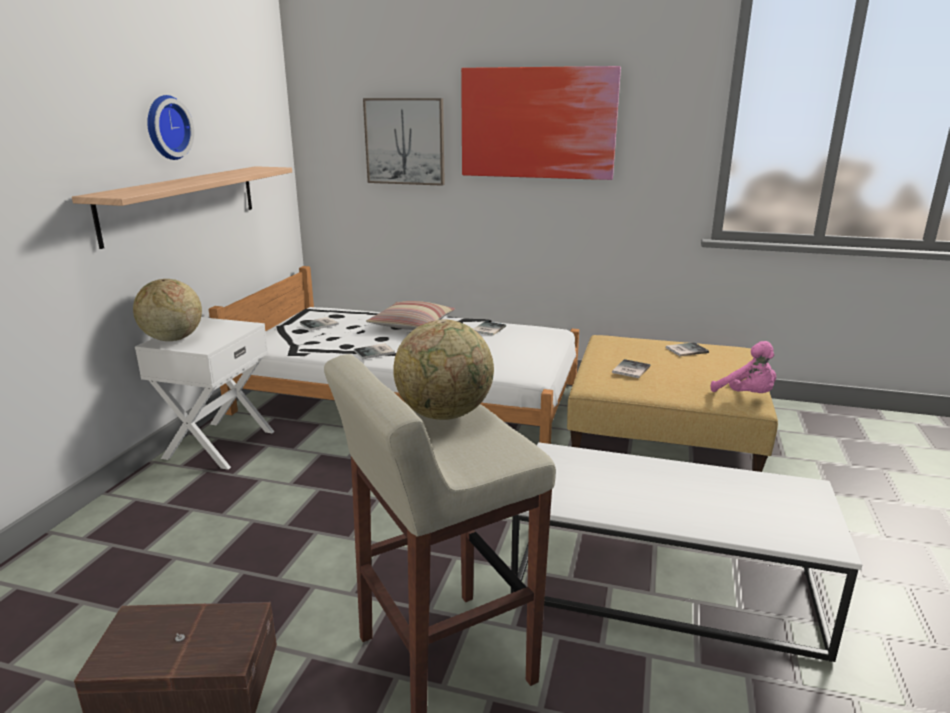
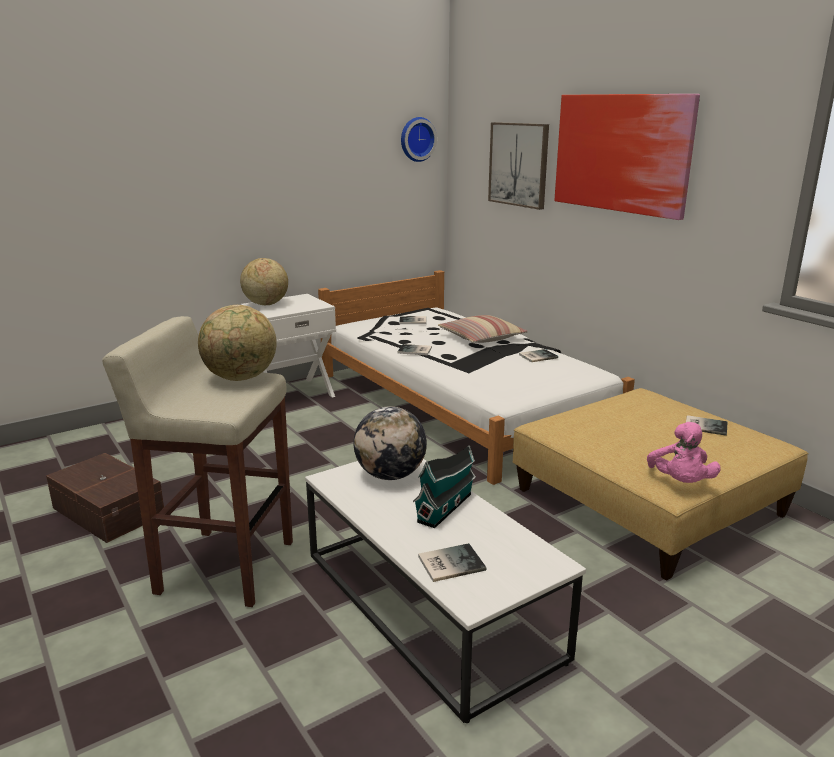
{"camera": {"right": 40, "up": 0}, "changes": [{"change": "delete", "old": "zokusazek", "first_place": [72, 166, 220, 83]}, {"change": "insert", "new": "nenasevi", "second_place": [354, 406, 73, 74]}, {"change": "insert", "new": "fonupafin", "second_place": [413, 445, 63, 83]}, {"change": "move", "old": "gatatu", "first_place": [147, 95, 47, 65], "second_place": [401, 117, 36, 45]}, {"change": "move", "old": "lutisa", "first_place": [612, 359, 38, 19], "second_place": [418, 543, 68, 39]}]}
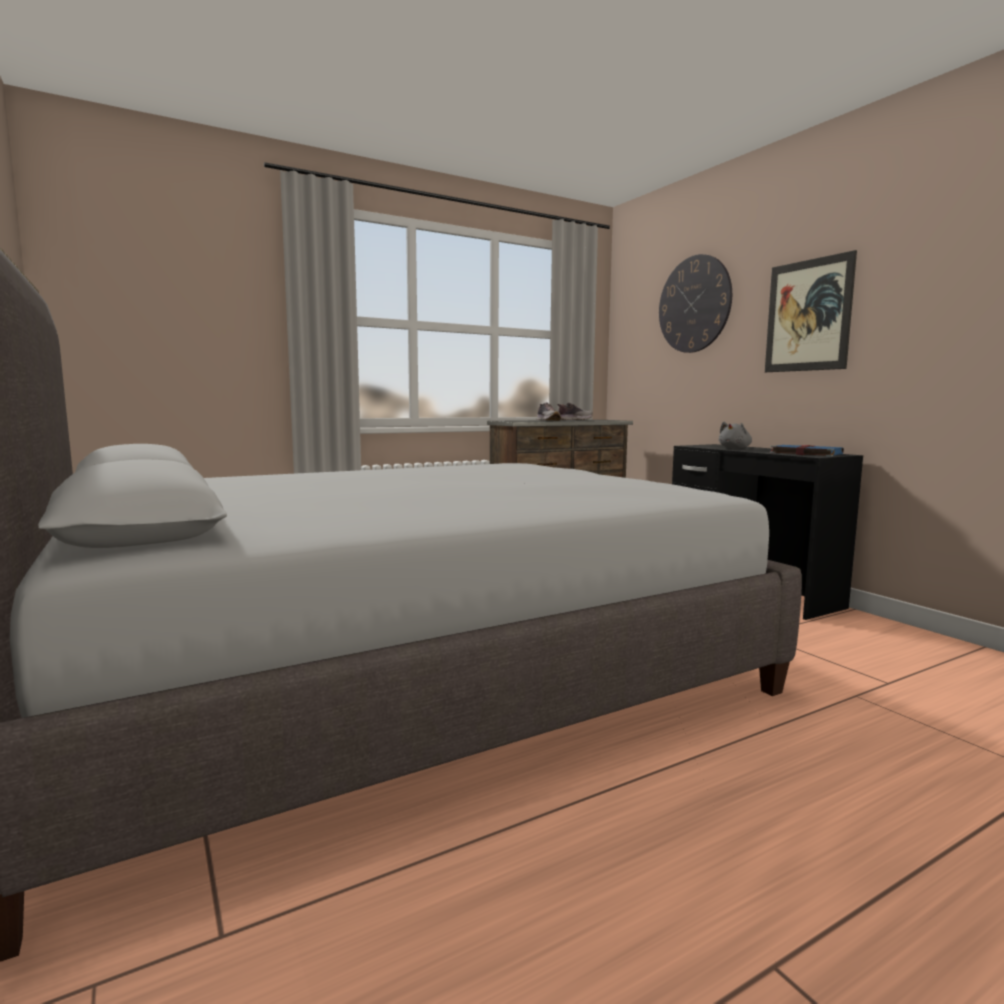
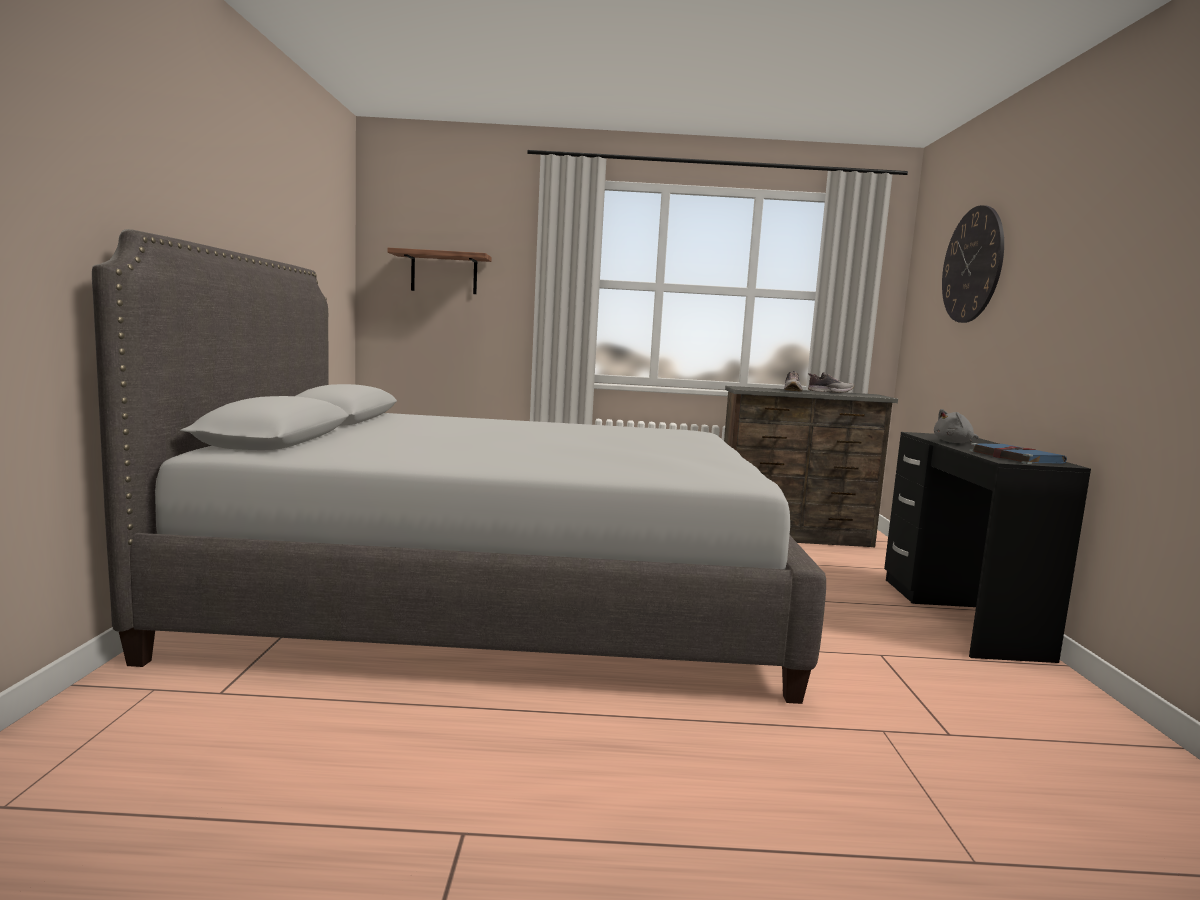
{"camera": {"right": 30, "up": 0}, "changes": [{"change": "delete", "old": "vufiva", "first_place": [765, 250, 92, 122]}, {"change": "insert", "new": "zokusazek", "second_place": [388, 248, 103, 46]}]}
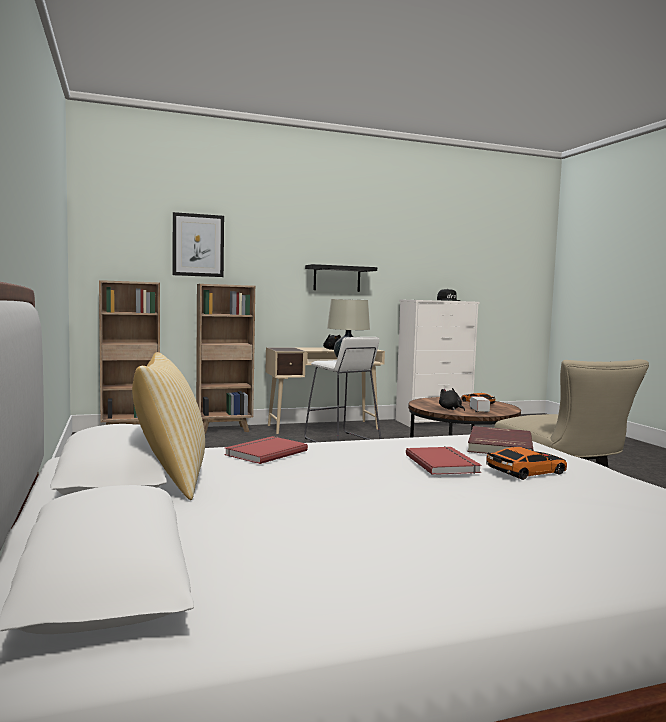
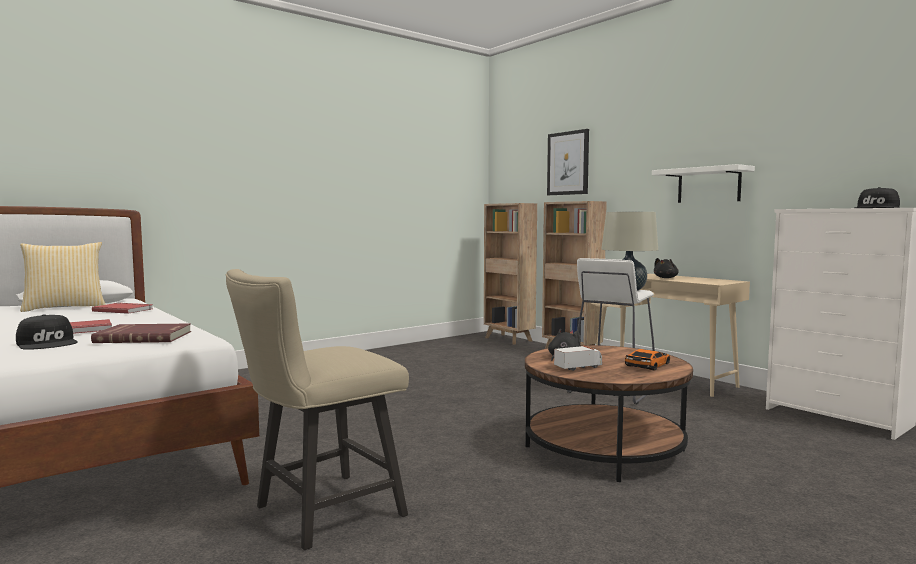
{"camera": {"right": 70, "up": 0}, "changes": [{"change": "replace", "old": "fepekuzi", "new": "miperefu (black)", "first_place": [486, 447, 81, 33], "second_place": [16, 314, 62, 36]}, {"change": "recolor", "old": "zokusazek (black)", "new": "zokusazek (white)", "first_place": [305, 264, 72, 28], "second_place": [652, 164, 103, 39]}]}
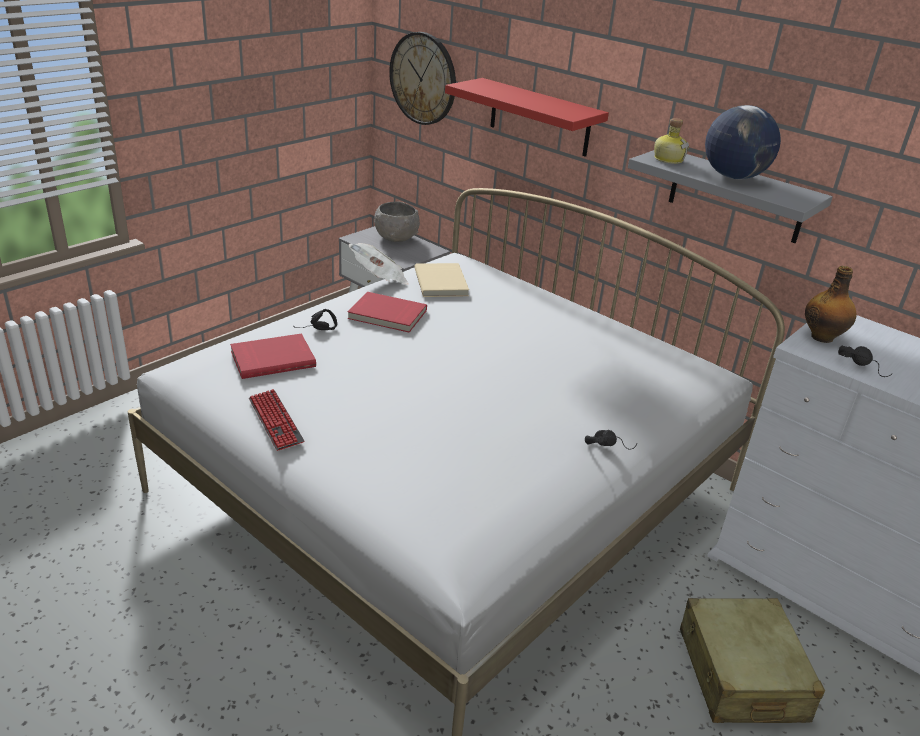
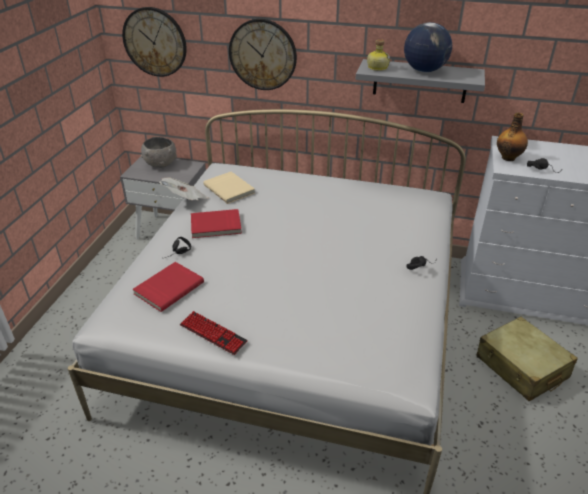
{"camera": {"right": -25, "up": 5}, "changes": [{"change": "replace", "old": "zokusazek (red)", "new": "gatatu", "first_place": [445, 78, 164, 79], "second_place": [229, 19, 68, 71]}]}
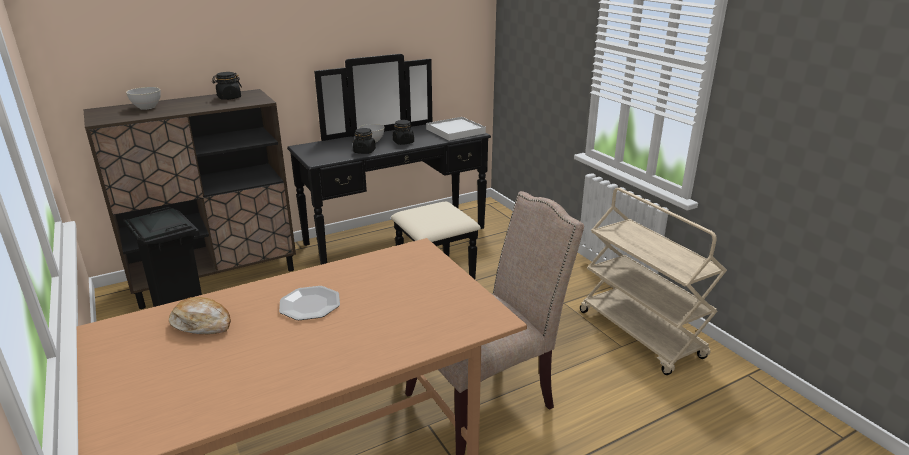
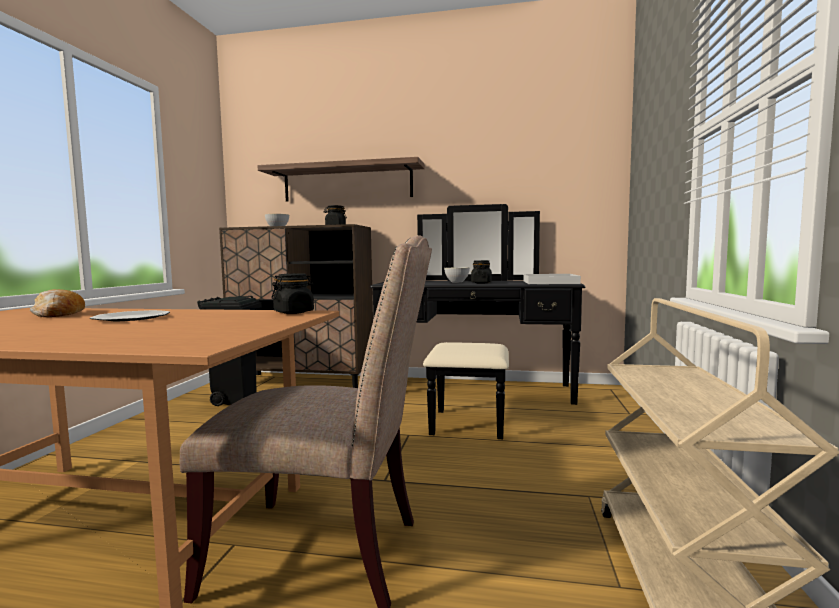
{"camera": {"right": 40, "up": -20}, "changes": [{"change": "insert", "new": "zokusazek", "second_place": [257, 157, 168, 45]}, {"change": "move", "old": "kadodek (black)", "first_place": [353, 128, 23, 26], "second_place": [271, 273, 44, 41]}]}
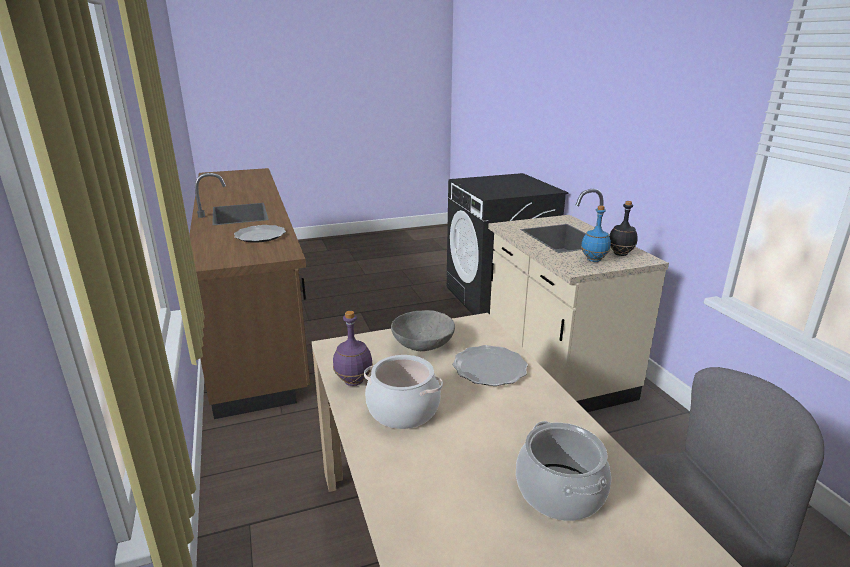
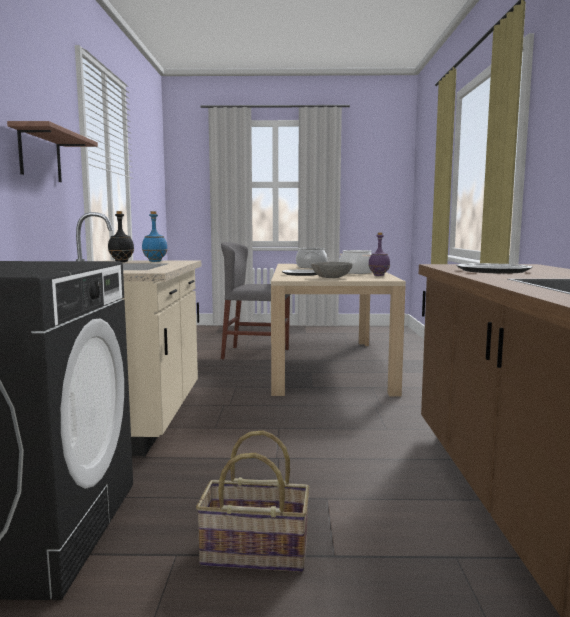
{"camera": {"right": -160, "up": -15}, "changes": [{"change": "insert", "new": "zokusazek", "second_place": [7, 121, 91, 61]}, {"change": "insert", "new": "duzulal", "second_place": [196, 430, 113, 142]}]}
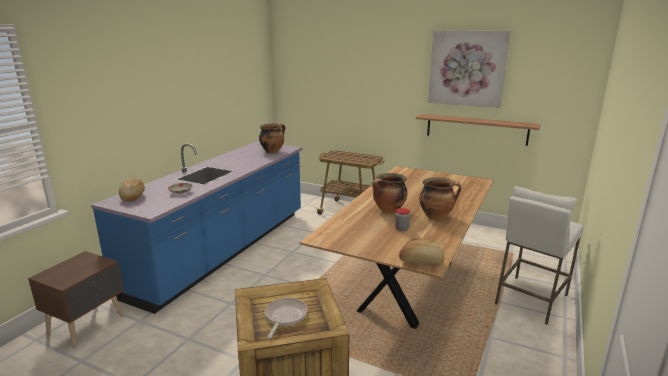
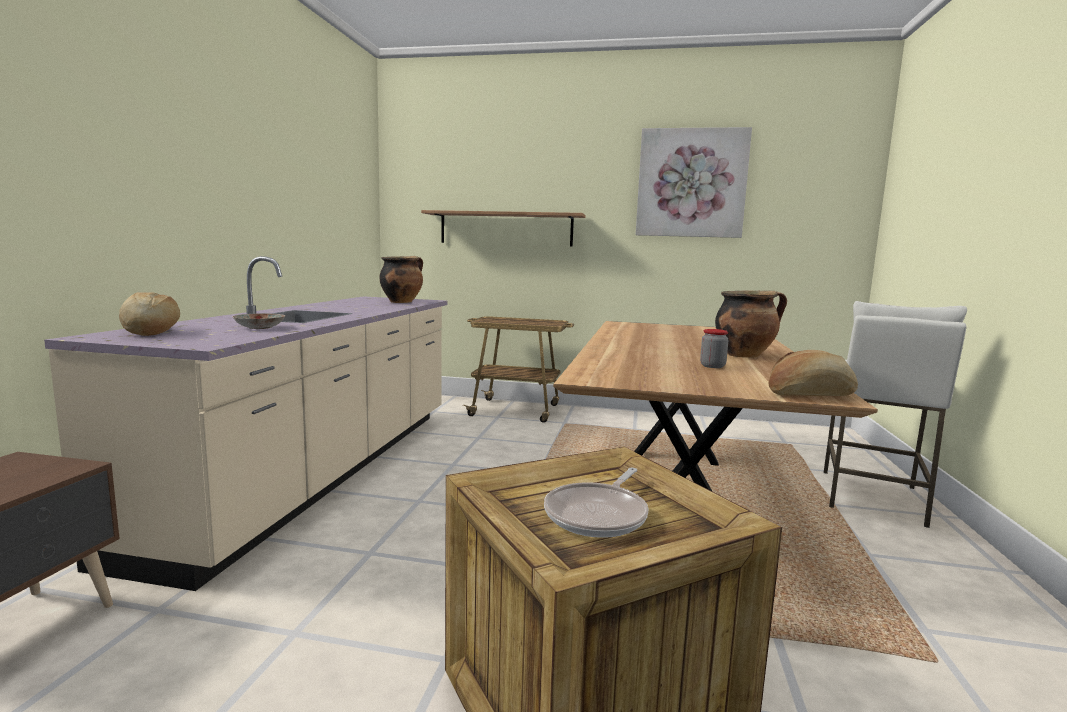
{"camera": {"right": -15, "up": -10}, "changes": [{"change": "delete", "old": "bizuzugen", "first_place": [372, 173, 35, 41]}, {"change": "move", "old": "zokusazek", "first_place": [416, 114, 125, 32], "second_place": [421, 210, 165, 36]}, {"change": "recolor", "old": "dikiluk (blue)", "new": "dikiluk (beige)", "first_place": [91, 141, 212, 173], "second_place": [44, 256, 404, 335]}, {"change": "rotate", "old": "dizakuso", "first_place": [265, 298, 42, 40], "second_place": [544, 468, 104, 70], "degrees": -150}]}
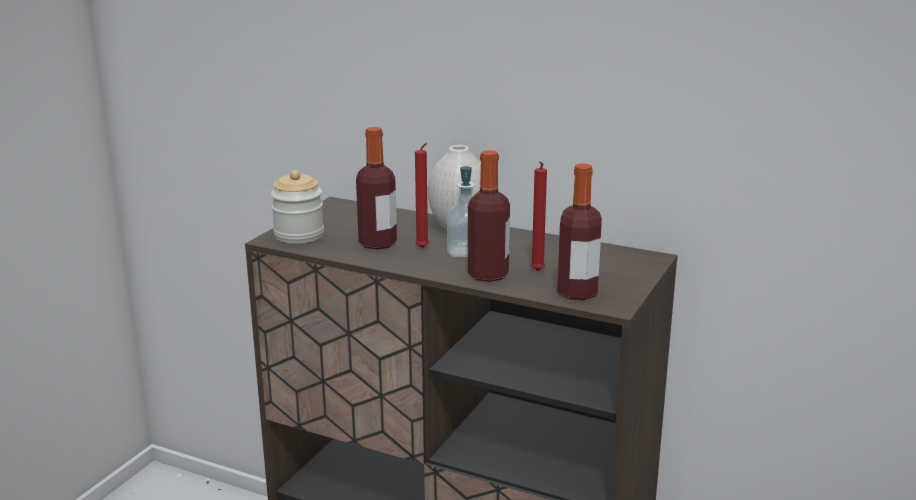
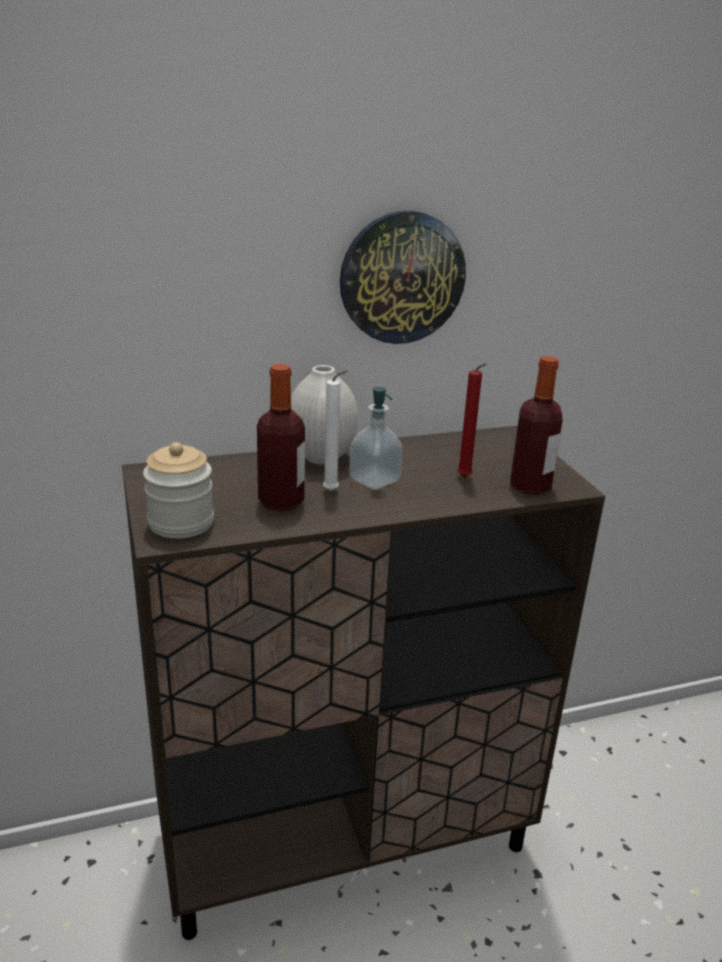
{"camera": {"right": -45, "up": 5}, "changes": [{"change": "delete", "old": "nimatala", "first_place": [468, 150, 42, 132]}, {"change": "insert", "new": "gatatu", "second_place": [340, 211, 126, 133]}, {"change": "recolor", "old": "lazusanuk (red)", "new": "lazusanuk (white)", "first_place": [415, 143, 14, 105], "second_place": [323, 370, 25, 121]}]}
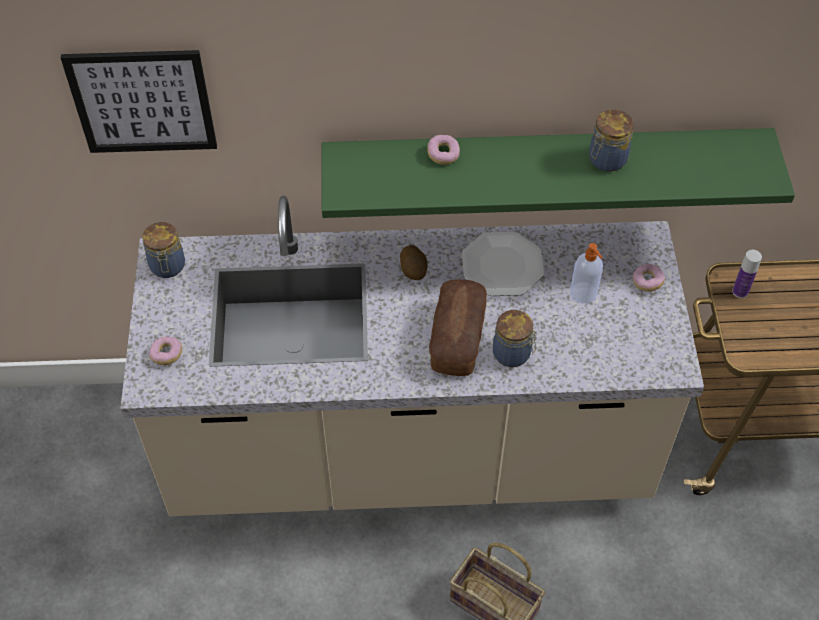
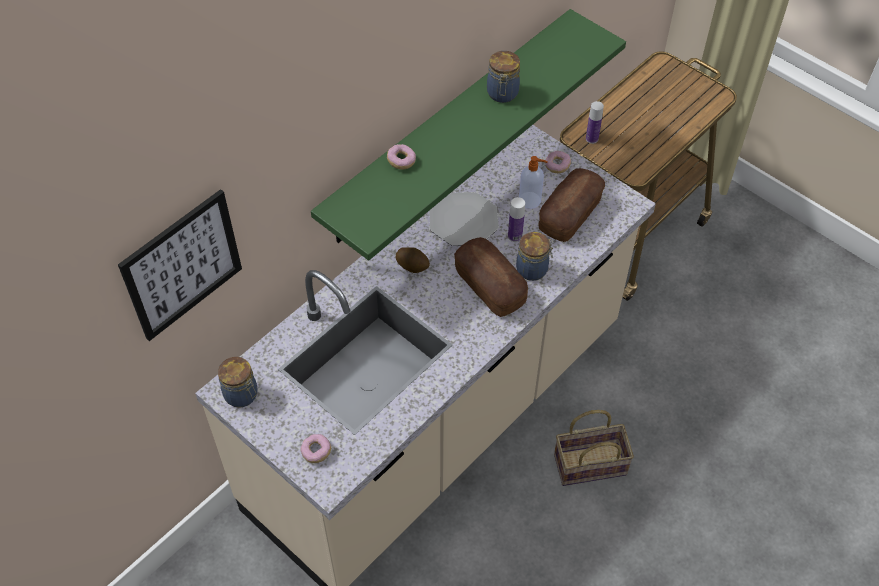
{"camera": {"right": -45, "up": 0}, "changes": [{"change": "insert", "new": "nimatala", "second_place": [508, 197, 17, 45]}, {"change": "insert", "new": "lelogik", "second_place": [539, 168, 66, 74]}]}
